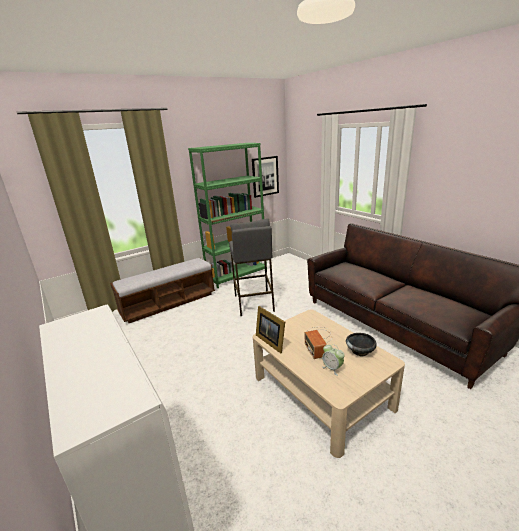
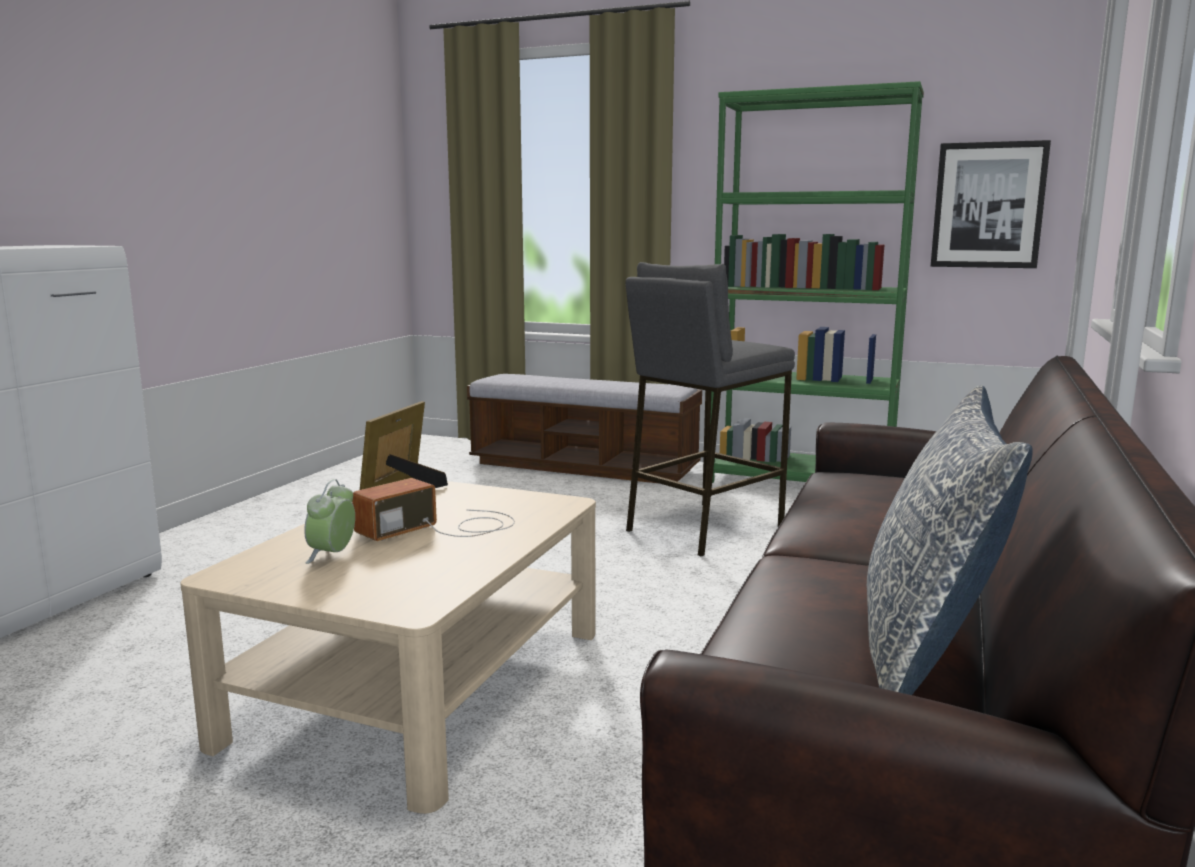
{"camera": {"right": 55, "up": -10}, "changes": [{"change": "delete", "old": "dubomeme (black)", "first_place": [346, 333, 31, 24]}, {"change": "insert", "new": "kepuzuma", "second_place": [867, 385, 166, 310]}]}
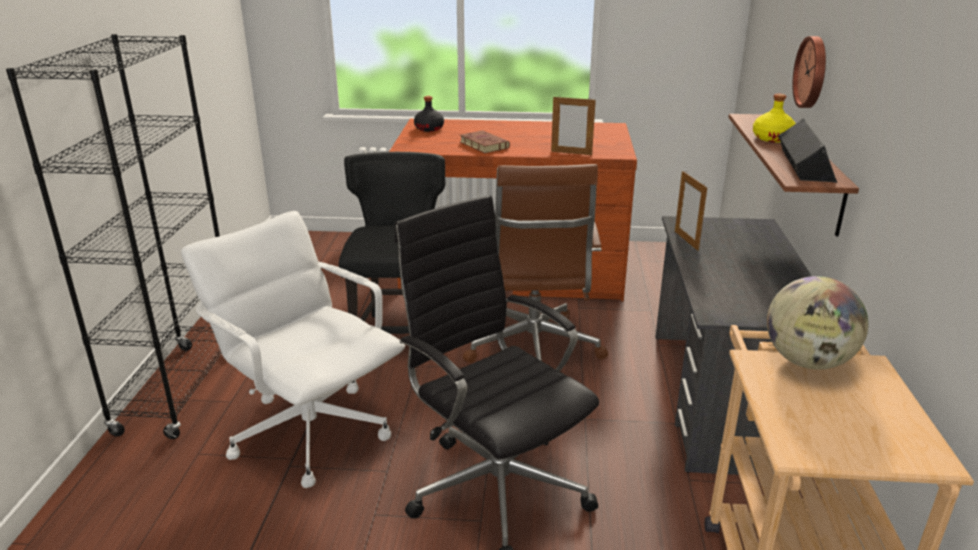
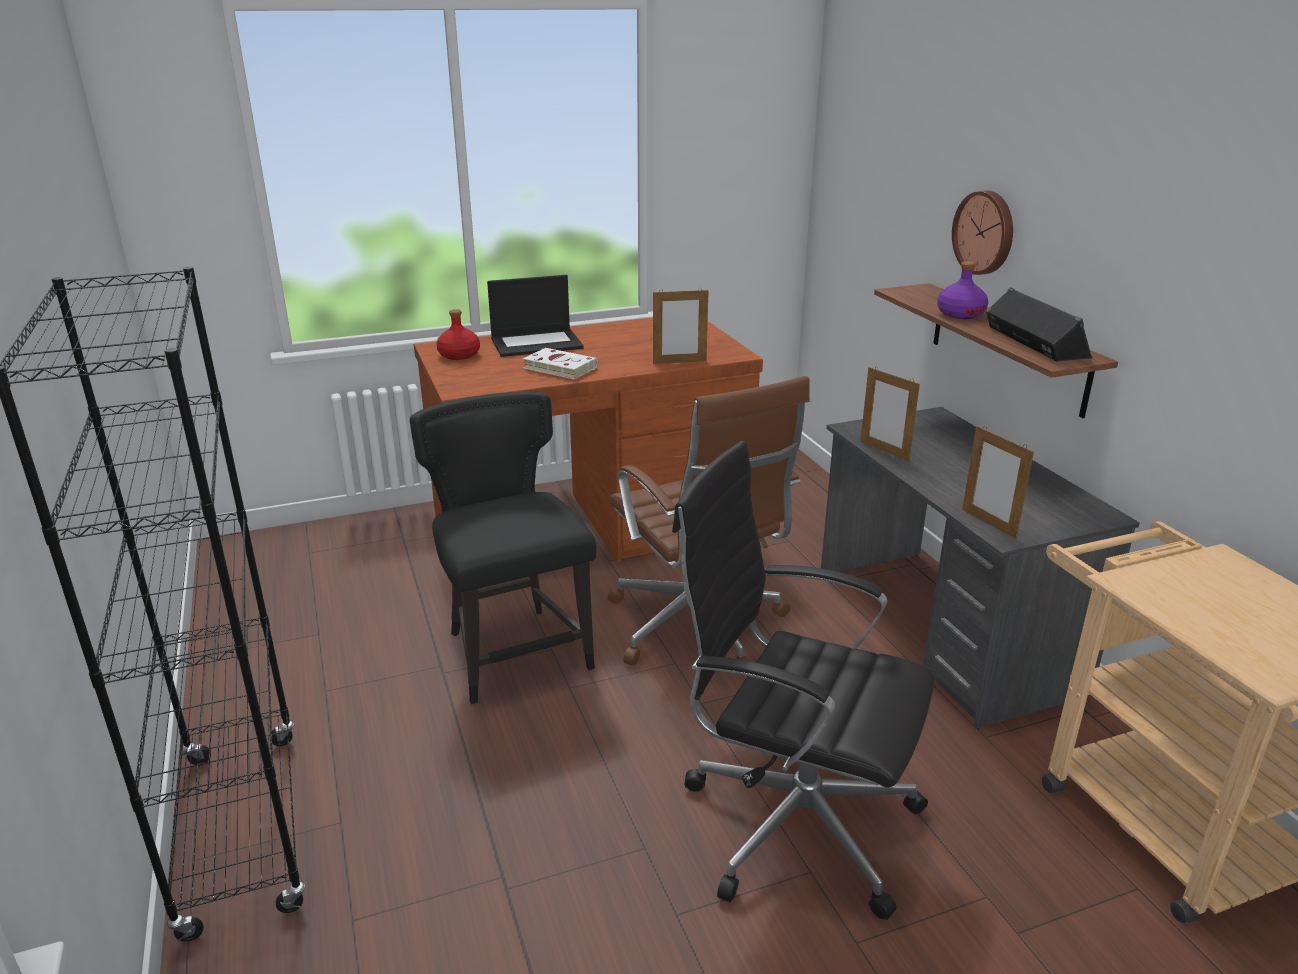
{"camera": {"right": -25, "up": 0}, "changes": [{"change": "delete", "old": "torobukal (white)", "first_place": [181, 211, 224, 277]}, {"change": "delete", "old": "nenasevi", "first_place": [767, 276, 101, 94]}, {"change": "insert", "new": "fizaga", "second_place": [487, 275, 97, 82]}, {"change": "insert", "new": "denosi", "second_place": [962, 426, 72, 113]}, {"change": "recolor", "old": "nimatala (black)", "new": "nimatala (red)", "first_place": [414, 96, 30, 36], "second_place": [436, 309, 44, 51]}, {"change": "recolor", "old": "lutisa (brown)", "new": "lutisa (white)", "first_place": [460, 130, 50, 23], "second_place": [523, 348, 75, 32]}, {"change": "recolor", "old": "nimatala (yellow)", "new": "nimatala (purple)", "first_place": [753, 94, 43, 49], "second_place": [937, 261, 51, 58]}]}
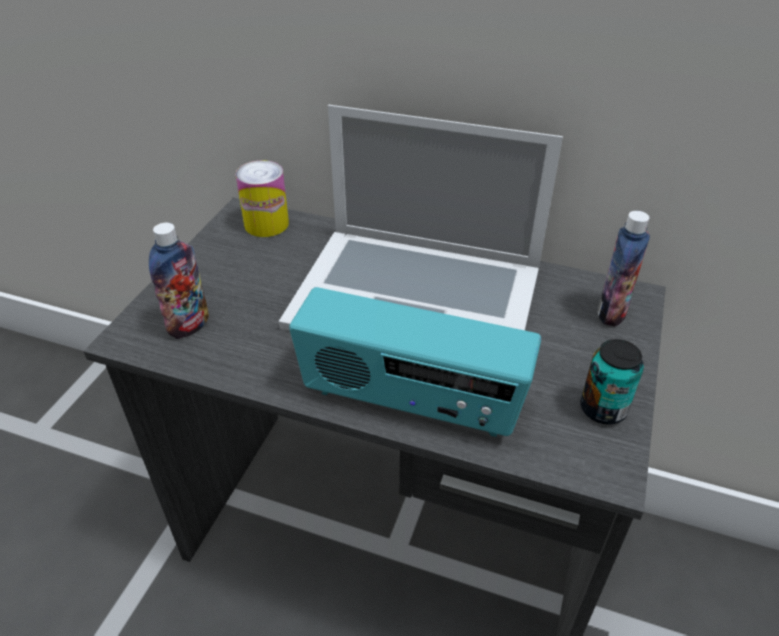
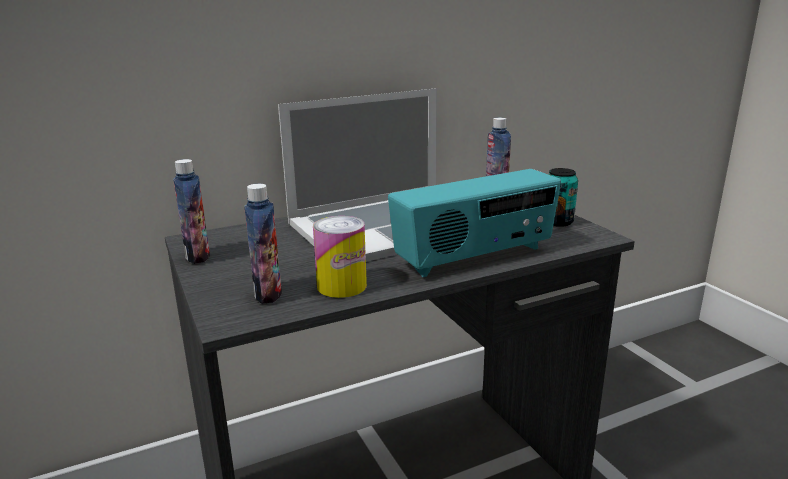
{"camera": {"right": -45, "up": -20}, "changes": [{"change": "insert", "new": "nimatala", "second_place": [173, 159, 37, 105]}, {"change": "move", "old": "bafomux", "first_place": [236, 160, 53, 77], "second_place": [313, 216, 54, 82]}]}
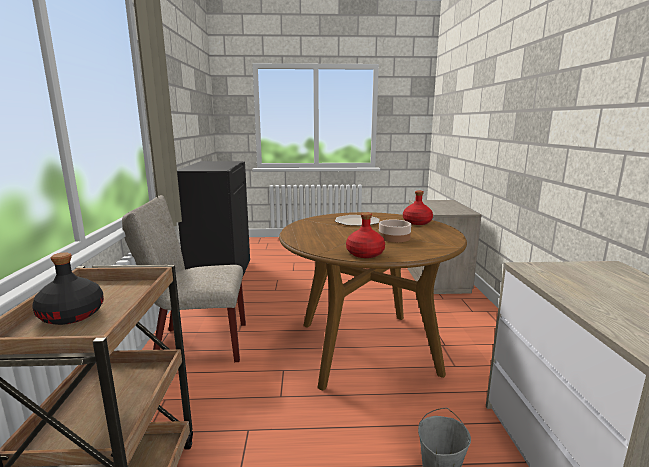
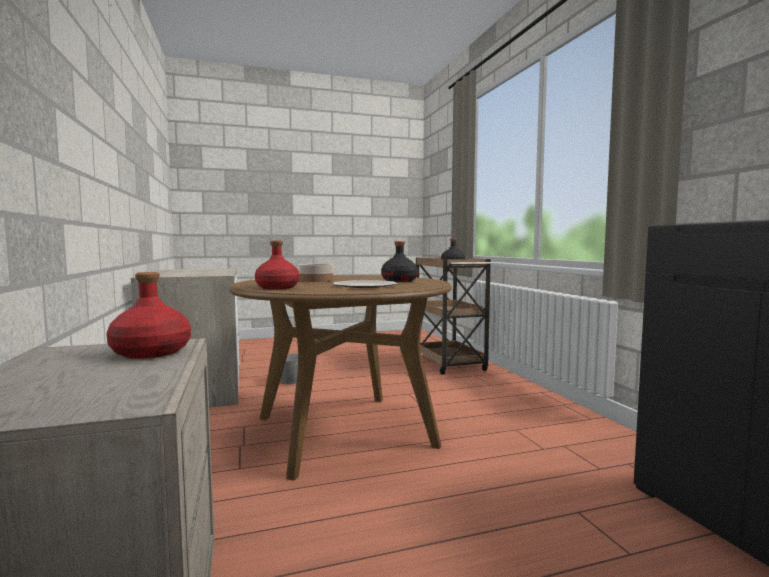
{"camera": {"right": 165, "up": -10}, "changes": [{"change": "delete", "old": "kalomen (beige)", "first_place": [122, 195, 124, 167]}, {"change": "insert", "new": "nimatala (black)", "second_place": [381, 241, 37, 41]}, {"change": "move", "old": "nimatala (red)", "first_place": [346, 212, 39, 46], "second_place": [106, 272, 85, 87]}]}
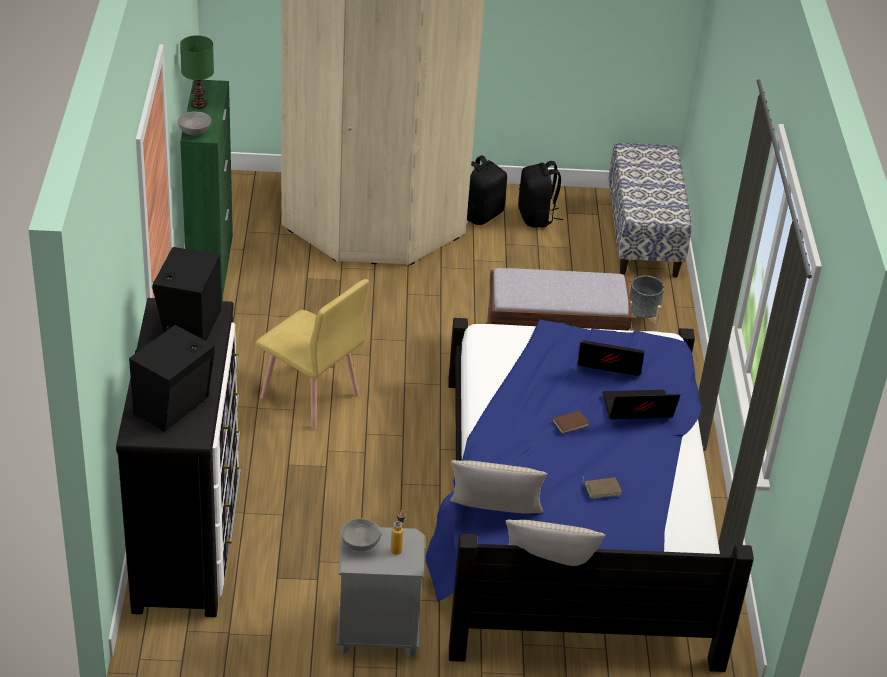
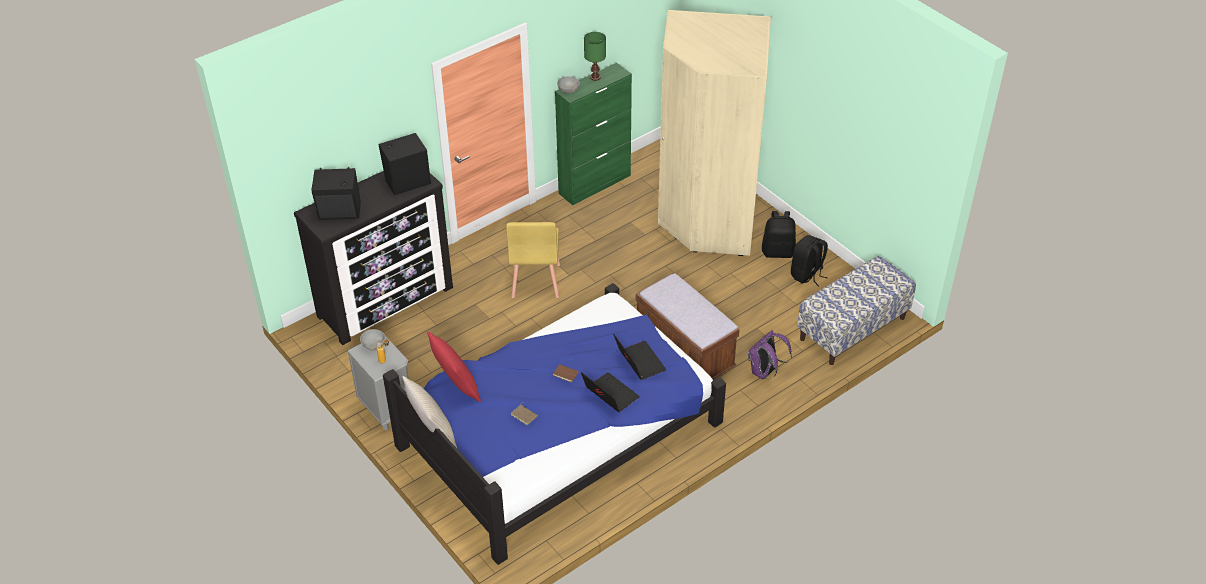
{"camera": {"right": 55, "up": 5}, "changes": [{"change": "replace", "old": "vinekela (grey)", "new": "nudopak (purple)", "first_place": [630, 275, 34, 57], "second_place": [748, 330, 44, 49]}, {"change": "recolor", "old": "kepuzuma (beige)", "new": "kepuzuma (red)", "first_place": [450, 460, 97, 54], "second_place": [427, 332, 54, 70]}]}
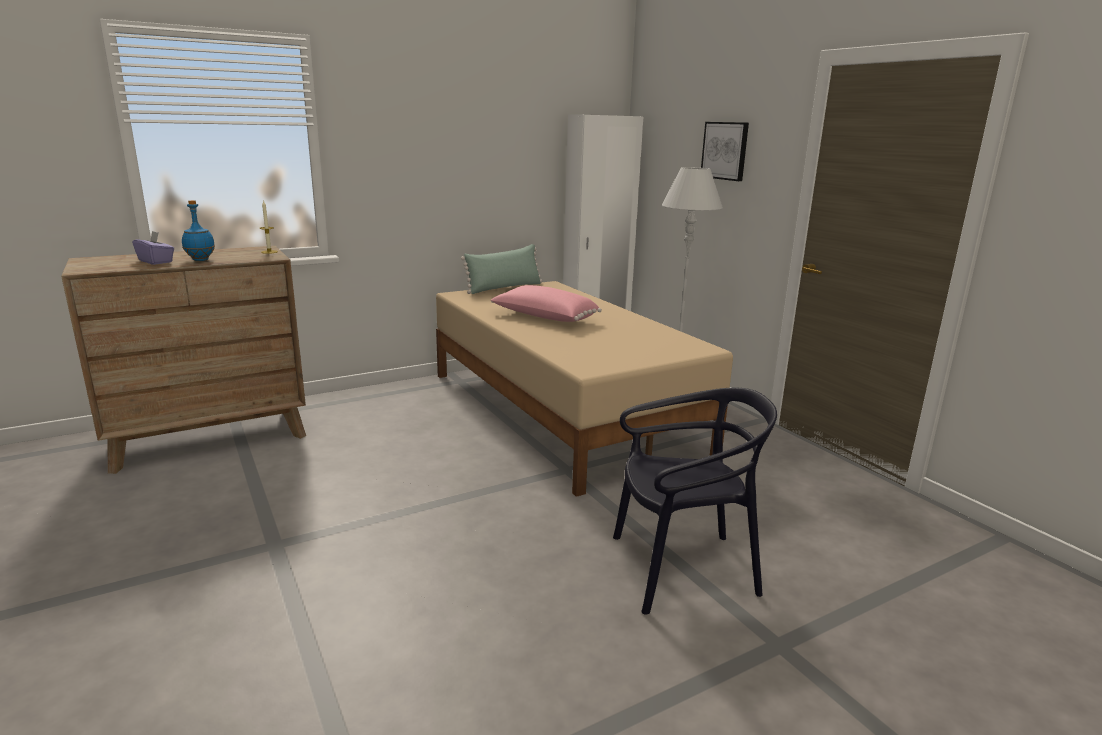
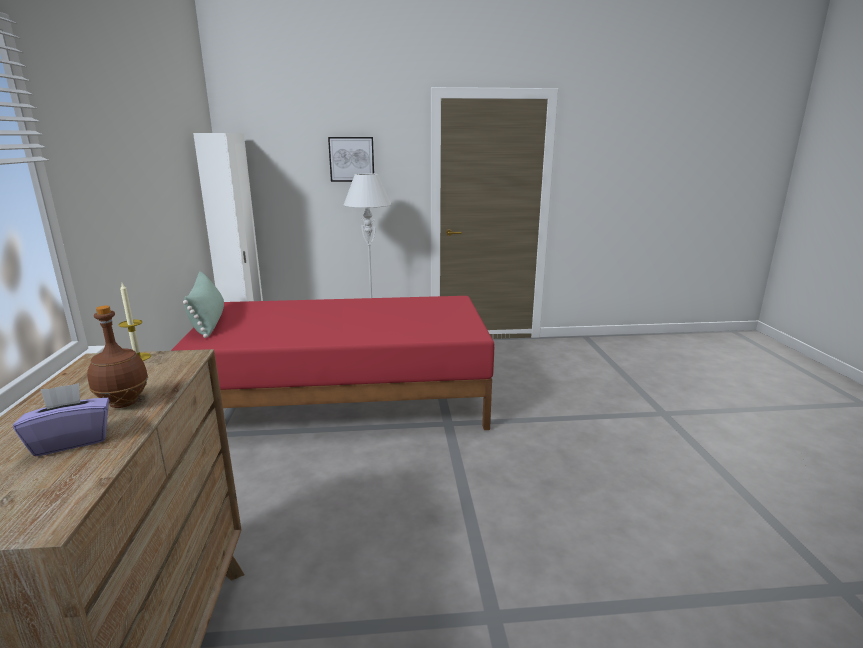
{"camera": {"right": -65, "up": 0}, "changes": [{"change": "delete", "old": "kepuzuma (pink)", "first_place": [491, 285, 111, 37]}, {"change": "delete", "old": "kalomen (black)", "first_place": [613, 388, 164, 227]}, {"change": "recolor", "old": "nimatala (blue)", "new": "nimatala (brown)", "first_place": [182, 200, 33, 61], "second_place": [87, 305, 62, 103]}, {"change": "recolor", "old": "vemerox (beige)", "new": "vemerox (red)", "first_place": [436, 281, 297, 216], "second_place": [171, 296, 324, 134]}]}
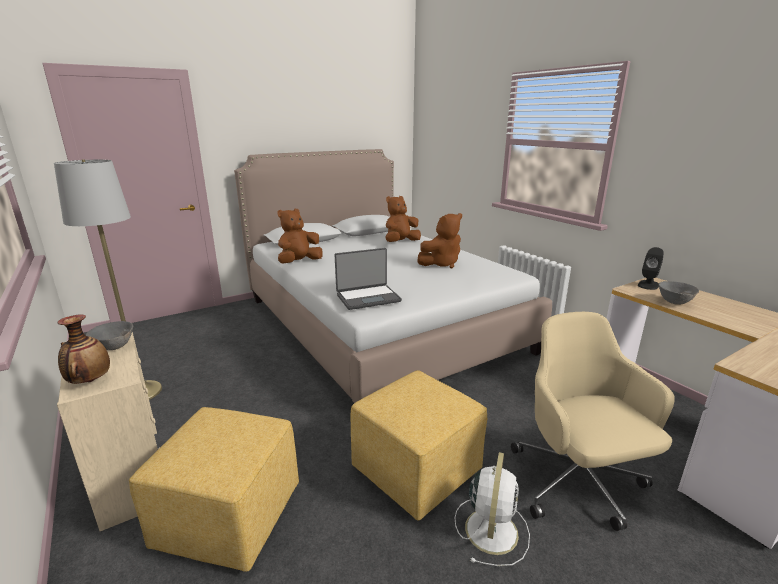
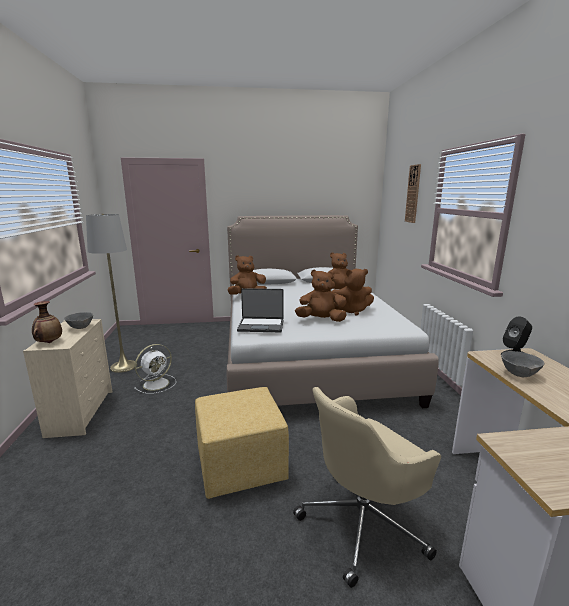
{"camera": {"right": 25, "up": -5}, "changes": [{"change": "delete", "old": "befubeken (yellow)", "first_place": [129, 407, 170, 165]}, {"change": "insert", "new": "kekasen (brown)", "second_place": [295, 270, 52, 52]}, {"change": "insert", "new": "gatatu", "second_place": [405, 164, 16, 59]}, {"change": "move", "old": "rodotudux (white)", "first_place": [455, 452, 75, 114], "second_place": [134, 344, 42, 50]}, {"change": "rotate", "old": "torobukal (beige)", "first_place": [511, 312, 164, 219], "second_place": [293, 387, 148, 201], "degrees": -135}]}
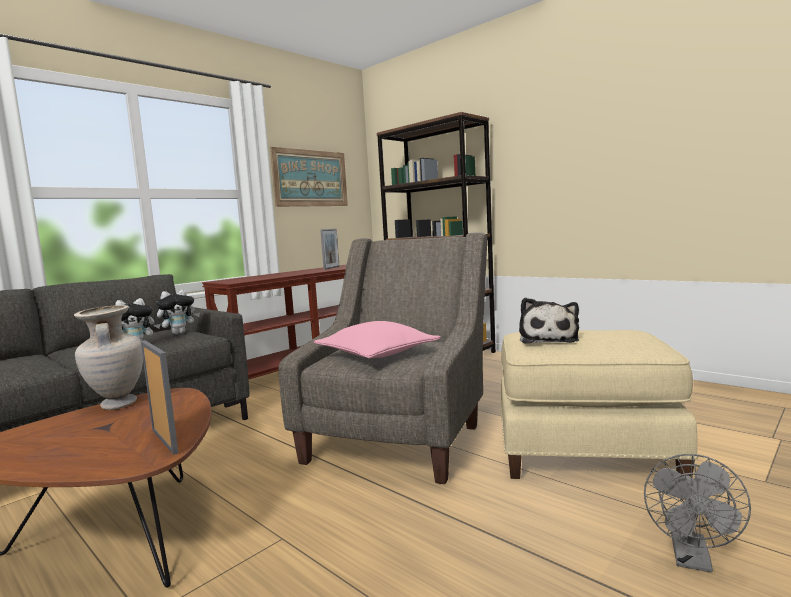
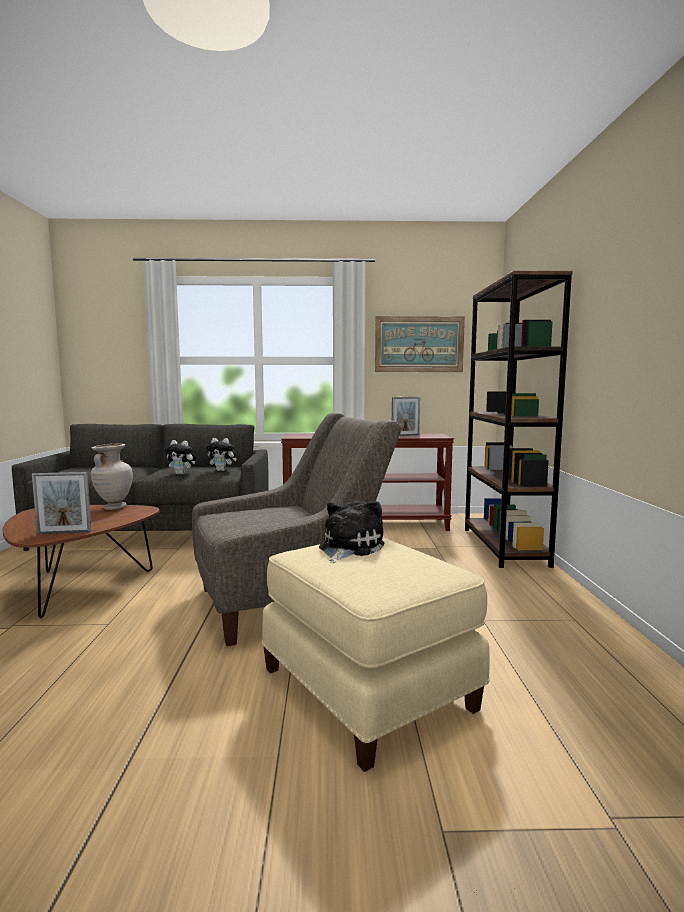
{"camera": {"right": 45, "up": 0}, "changes": [{"change": "delete", "old": "kepuzuma (pink)", "first_place": [314, 321, 127, 37]}, {"change": "delete", "old": "rodotudux (grey)", "first_place": [644, 454, 107, 119]}, {"change": "rotate", "old": "denosi", "first_place": [141, 340, 37, 115], "second_place": [32, 472, 60, 62], "degrees": 75}, {"change": "rotate", "old": "kekasen", "first_place": [519, 298, 60, 46], "second_place": [319, 500, 66, 63], "degrees": 150}]}
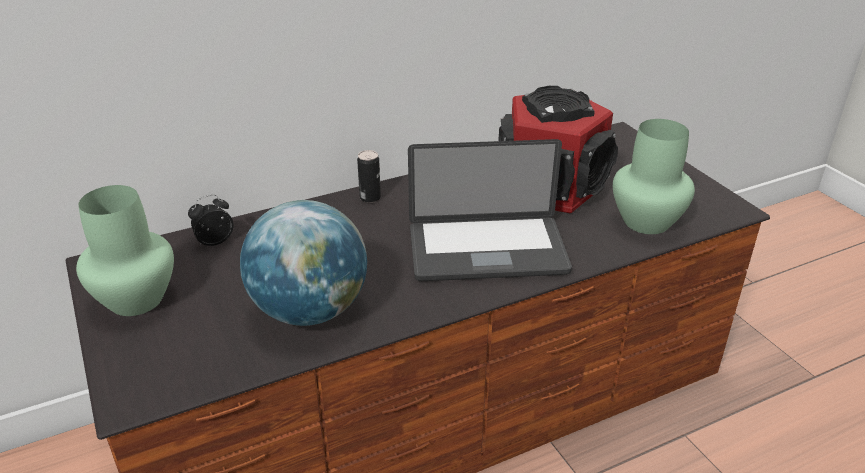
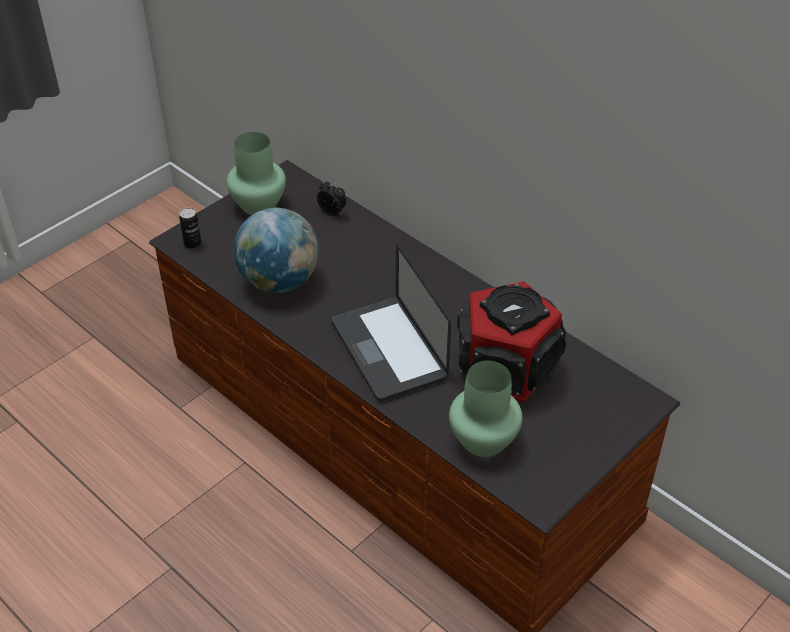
{"camera": {"right": 70, "up": 10}, "changes": [{"change": "move", "old": "bafomux", "first_place": [357, 150, 24, 53], "second_place": [179, 208, 22, 41]}]}
